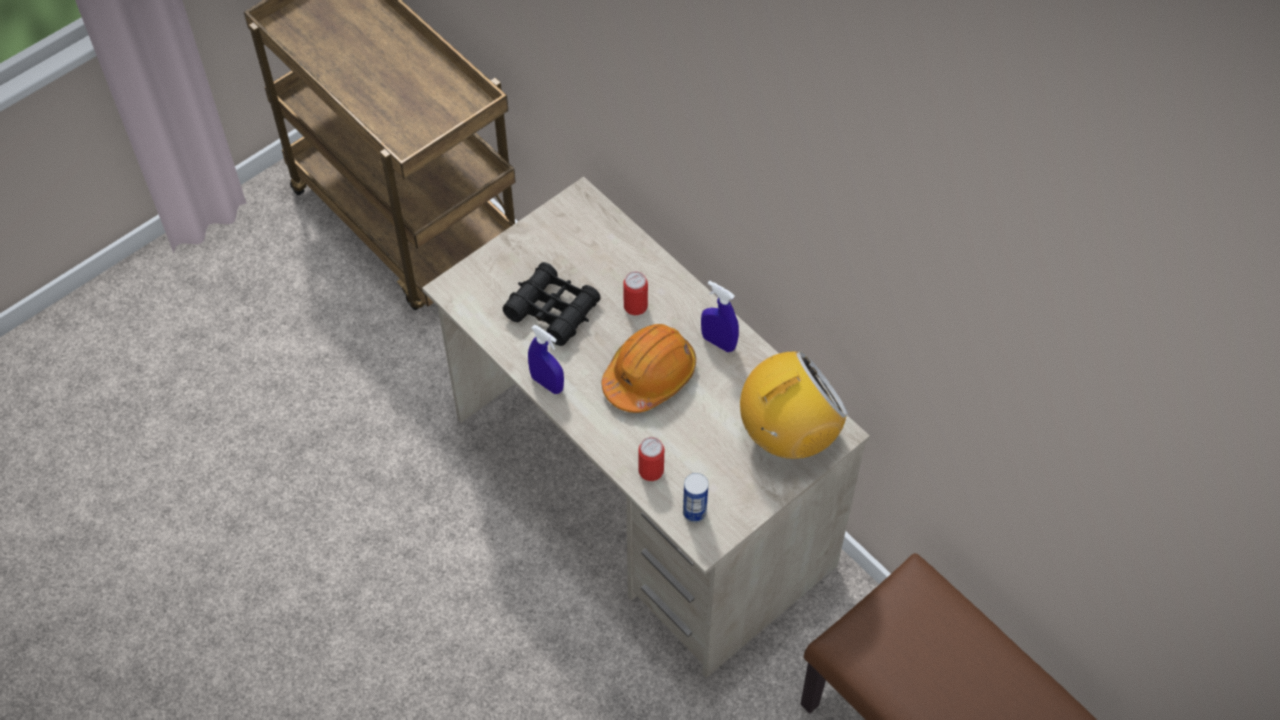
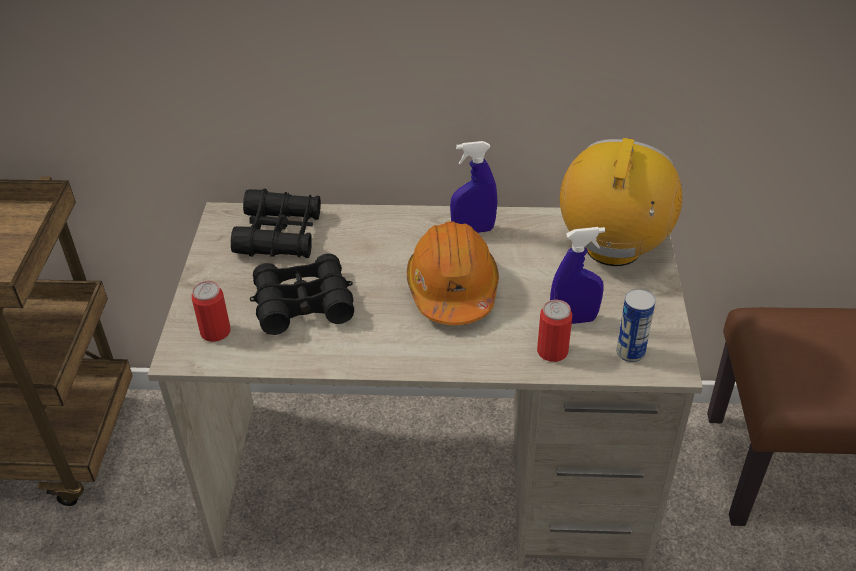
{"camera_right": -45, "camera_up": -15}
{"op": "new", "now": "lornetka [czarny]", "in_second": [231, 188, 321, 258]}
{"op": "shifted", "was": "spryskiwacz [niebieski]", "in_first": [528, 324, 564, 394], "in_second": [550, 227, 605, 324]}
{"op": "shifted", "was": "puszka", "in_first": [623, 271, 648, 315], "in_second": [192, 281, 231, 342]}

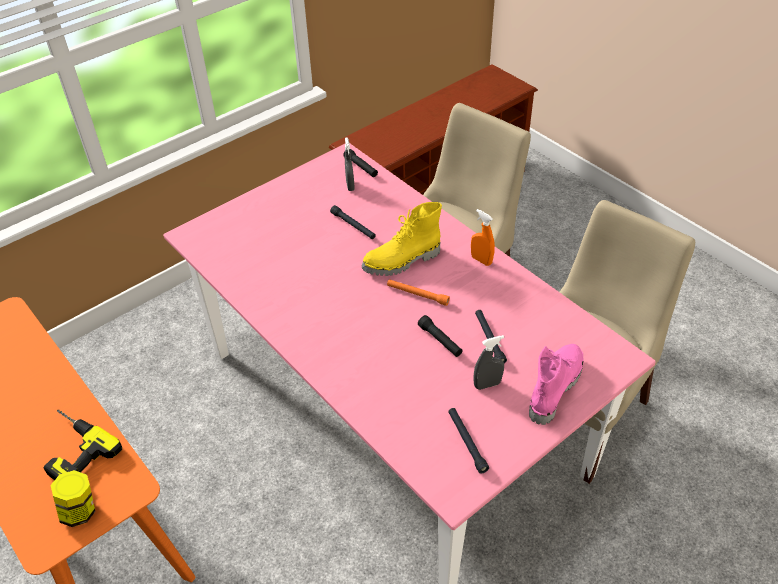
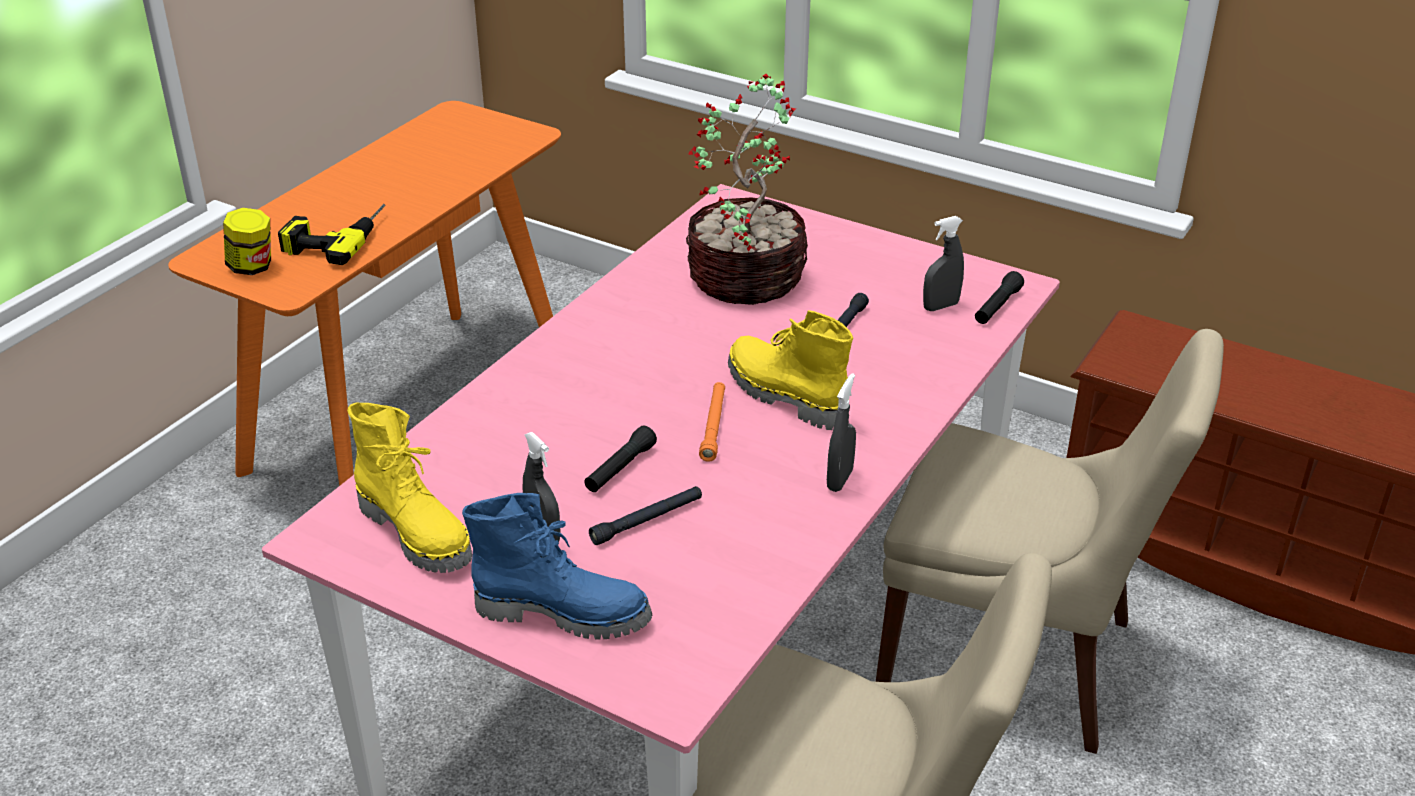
{"camera_right": 70, "camera_up": -10}
{"op": "new", "now": "roślina doniczkowa", "in_second": [686, 74, 808, 305]}
{"op": "swapped", "was": "latarka [czarny]", "now": "but z cholewką [żółty]", "in_first": [448, 408, 489, 474], "in_second": [347, 402, 472, 573]}
{"op": "repainted", "was": "spryskiwacz [pomarańczowy]", "now": "spryskiwacz [szary]", "in_first": [471, 209, 495, 266], "in_second": [827, 373, 856, 492]}
{"op": "repainted", "was": "but z cholewką [różowy]", "now": "but z cholewką [niebieski]", "in_first": [529, 344, 584, 425], "in_second": [462, 493, 652, 640]}

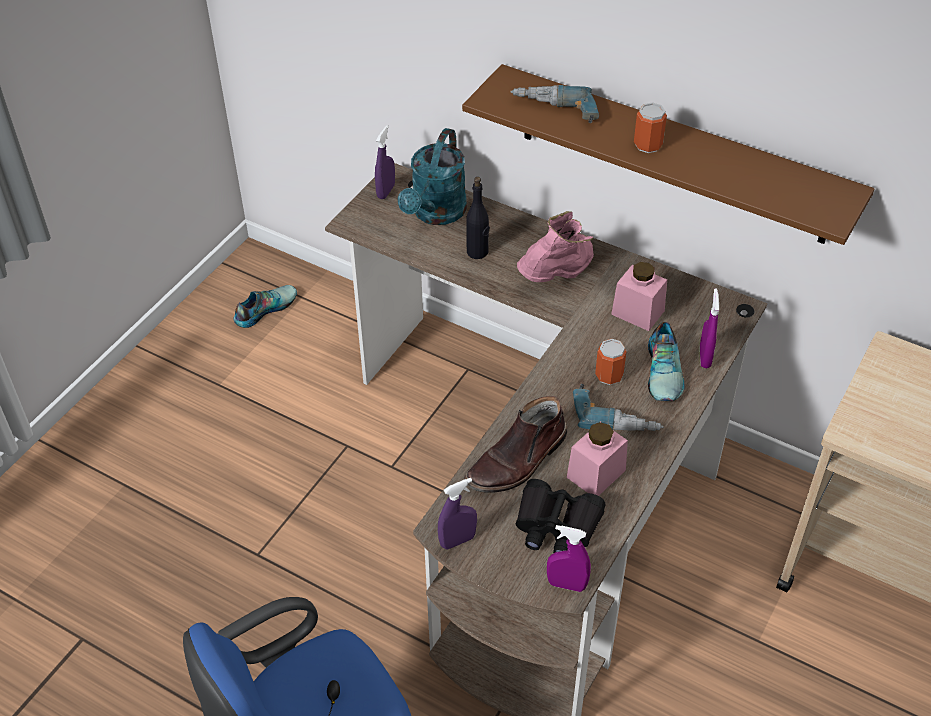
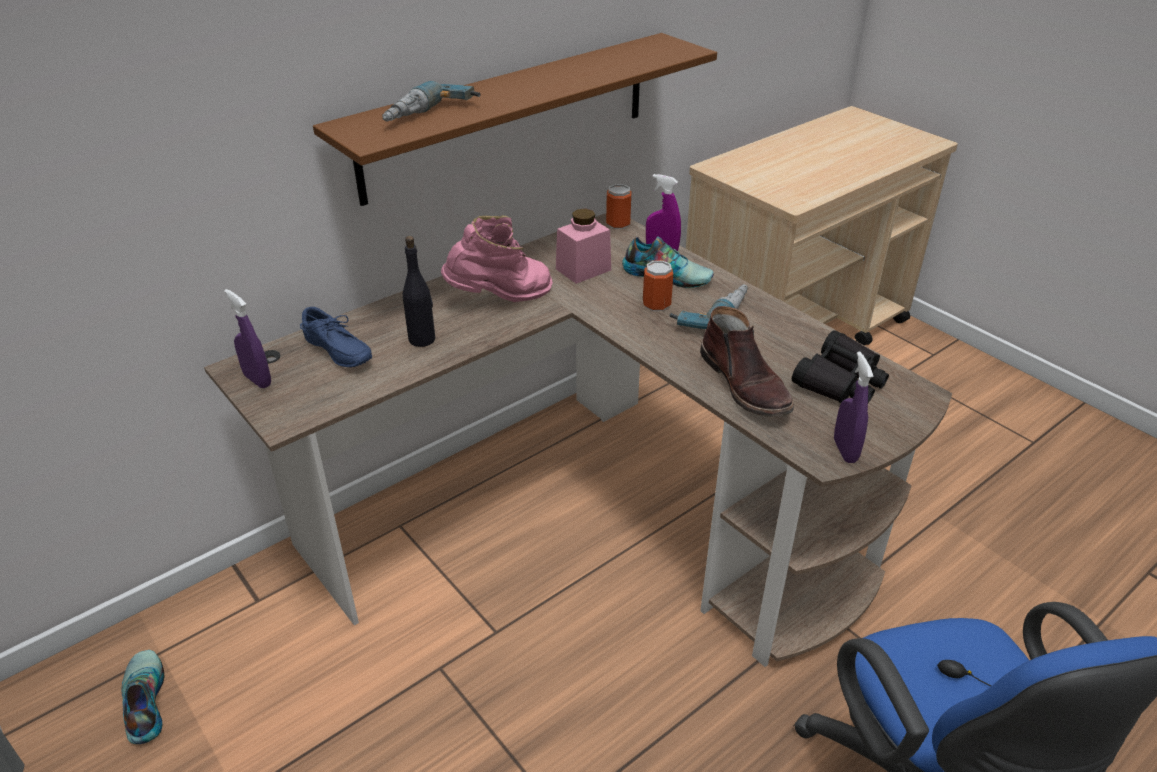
{"camera_right": -70, "camera_up": -10}
{"op": "gone", "was": "spryskiwacz [fioletowy]", "in_first": [547, 525, 591, 592]}
{"op": "gone", "was": "słoik [różowy]", "in_first": [567, 422, 628, 496]}
{"op": "shifted", "was": "puszka", "in_first": [634, 102, 667, 153], "in_second": [606, 184, 631, 229]}
{"op": "swapped", "was": "konewka [turkusowy]", "now": "but [niebieski]", "in_first": [398, 128, 467, 225], "in_second": [300, 307, 372, 368]}
{"op": "rotated", "was": "but z cholewką [różowy]", "in_first": [517, 211, 594, 282], "in_second": [441, 215, 553, 302], "clockwise": 90}

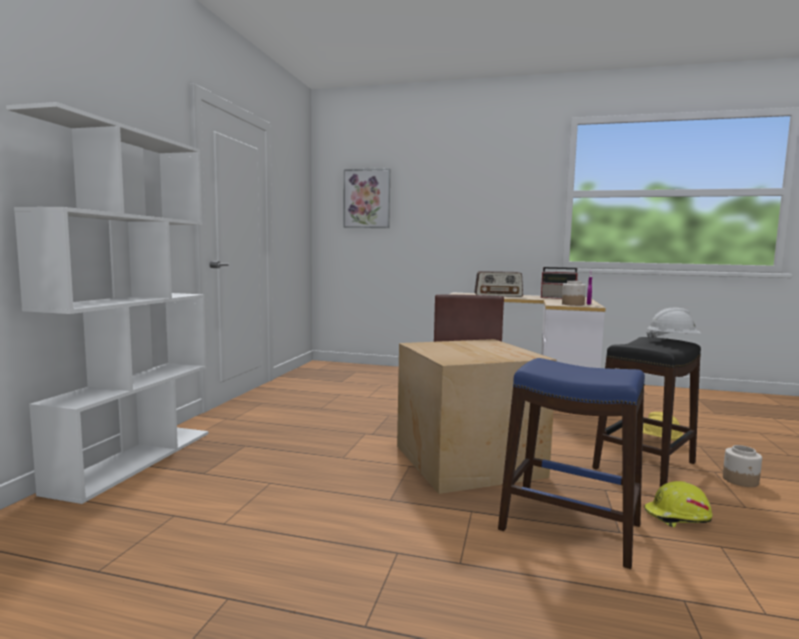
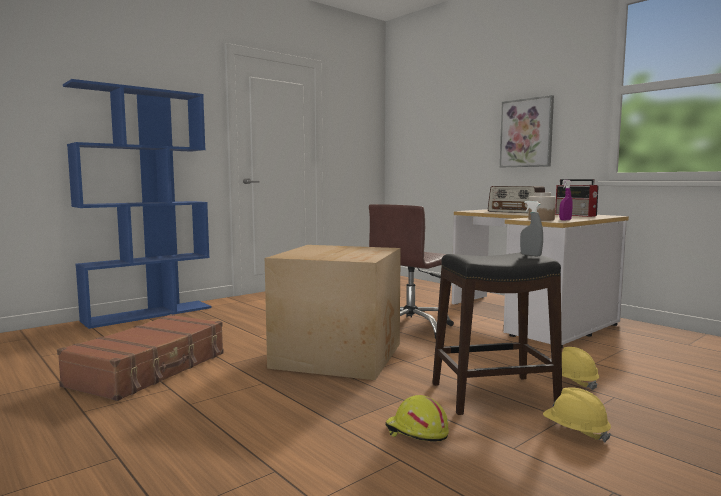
{"camera_right": 35, "camera_up": 0}
{"op": "gone", "was": "stołek [niebieski]", "in_first": [498, 358, 645, 569]}
{"op": "new", "now": "walizka [brązowy]", "in_second": [57, 314, 224, 401]}
{"op": "shifted", "was": "obraz", "in_first": [343, 168, 390, 228], "in_second": [500, 95, 554, 168]}
{"op": "swapped", "was": "kask [biały]", "now": "spryskiwacz [szary]", "in_first": [646, 308, 702, 340], "in_second": [520, 201, 543, 256]}
{"op": "swapped", "was": "słoik", "now": "kask [żółty]", "in_first": [723, 445, 762, 487], "in_second": [543, 387, 611, 442]}
{"op": "repainted", "was": "regał [biały]", "now": "regał [niebieski]", "in_first": [6, 102, 209, 504], "in_second": [63, 79, 211, 329]}

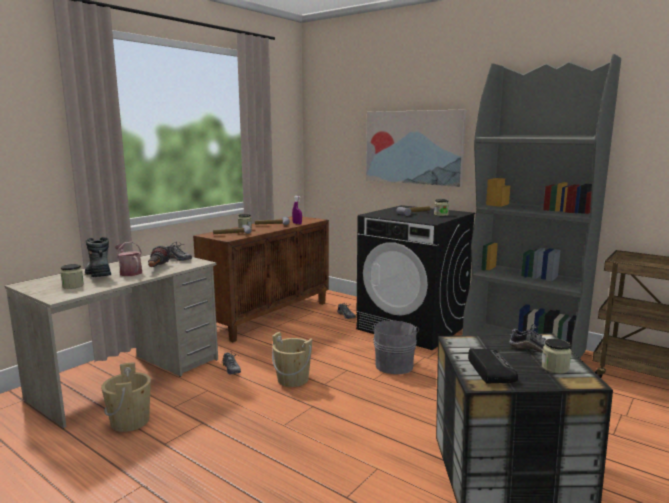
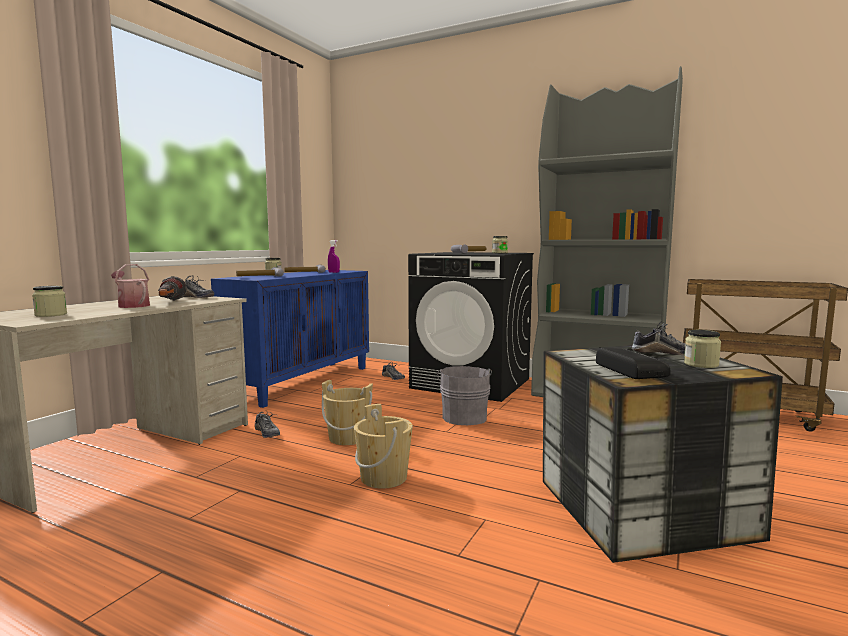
{"camera_right": -10, "camera_up": -5}
{"op": "gone", "was": "but z cholewką", "in_first": [85, 237, 111, 277]}
{"op": "gone", "was": "obraz", "in_first": [366, 109, 466, 187]}
{"op": "shifted", "was": "wiadro [beżowy]", "in_first": [101, 362, 151, 432], "in_second": [354, 404, 413, 489]}
{"op": "repainted", "was": "szafka [brązowy]", "now": "szafka [niebieski]", "in_first": [193, 216, 329, 342], "in_second": [211, 270, 369, 408]}

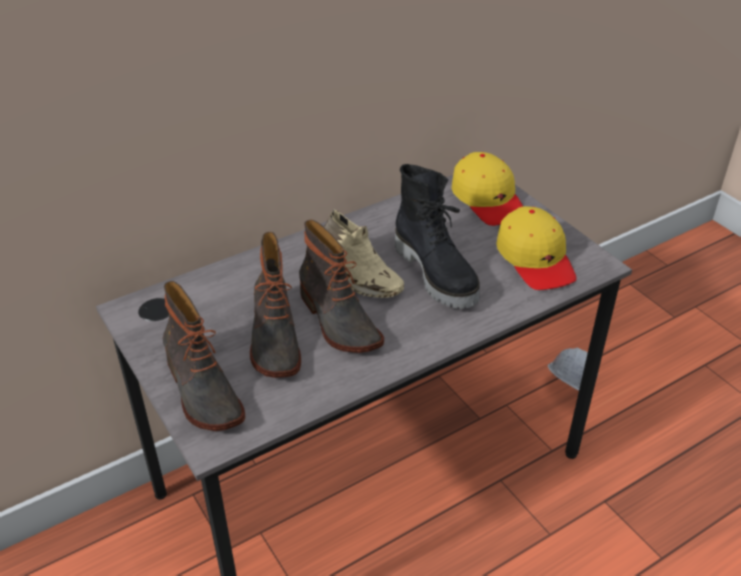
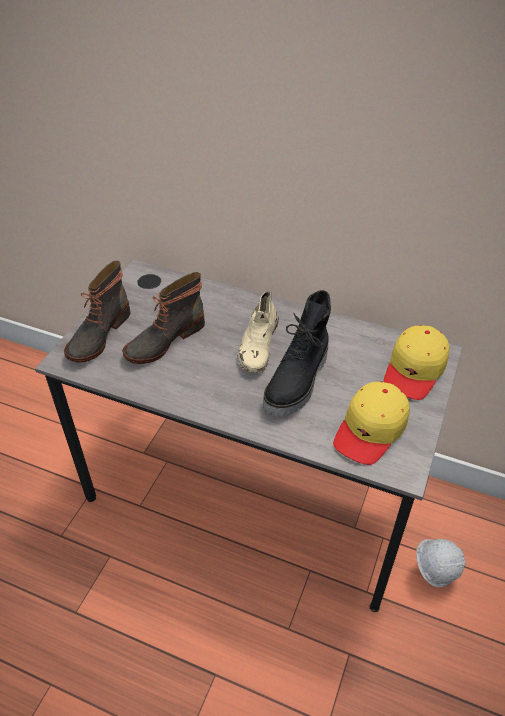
{"camera_right": 55, "camera_up": 5}
{"op": "gone", "was": "but z cholewką", "in_first": [299, 220, 384, 353]}

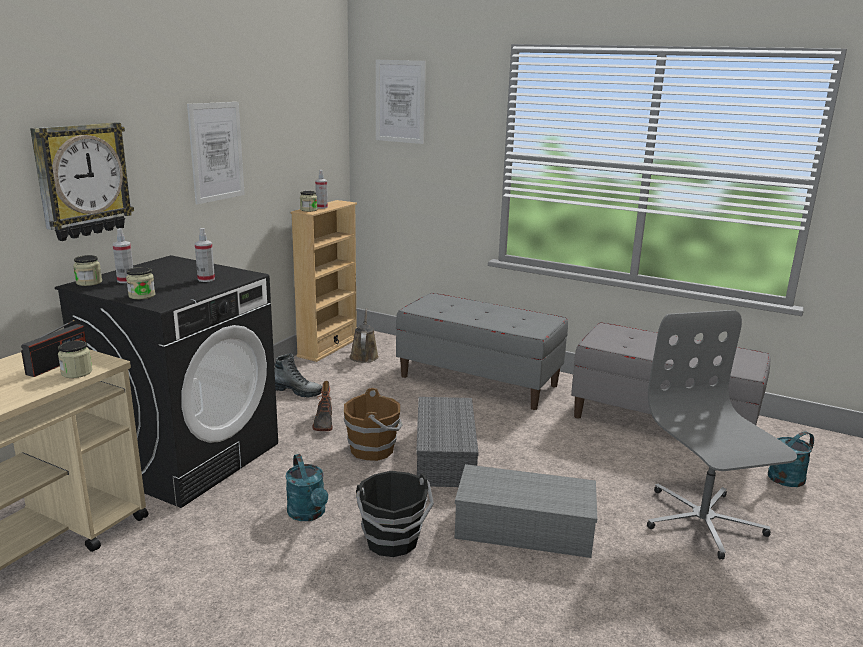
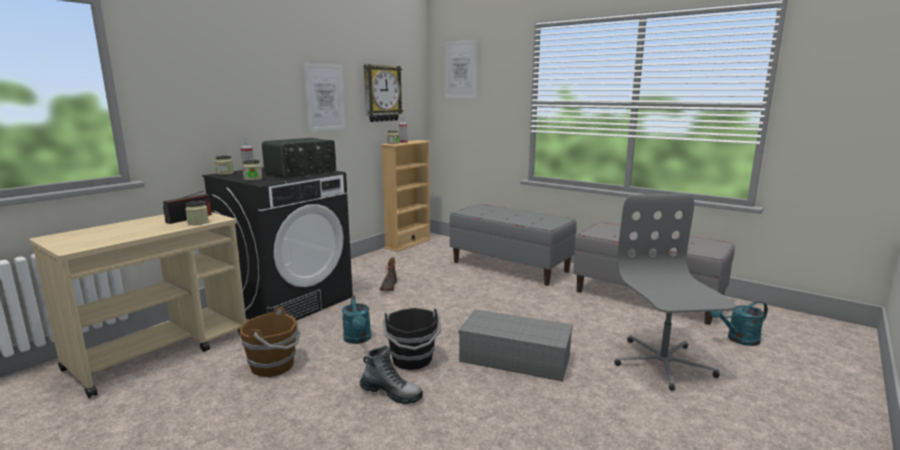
{"camera_right": 10, "camera_up": -5}
{"op": "gone", "was": "konewka [brązowy]", "in_first": [350, 308, 379, 363]}
{"op": "gone", "was": "pojemnik do przechowywania [szary]", "in_first": [416, 397, 479, 487]}
{"op": "shifted", "was": "zegar ścienny", "in_first": [30, 122, 134, 241], "in_second": [364, 64, 403, 122]}
{"op": "shifted", "was": "but z cholewką", "in_first": [274, 353, 322, 398], "in_second": [360, 345, 423, 404]}
{"op": "shifted", "was": "wiadro [brązowy]", "in_first": [344, 388, 403, 461], "in_second": [240, 307, 300, 377]}
{"op": "swapped", "was": "spryskiwacz", "now": "radio", "in_first": [195, 228, 215, 282], "in_second": [262, 138, 336, 179]}

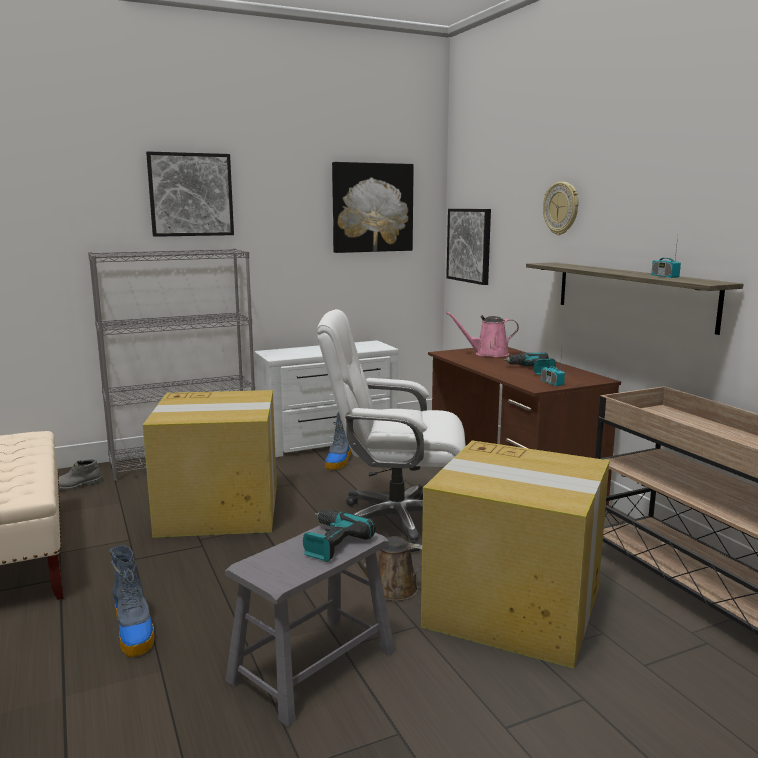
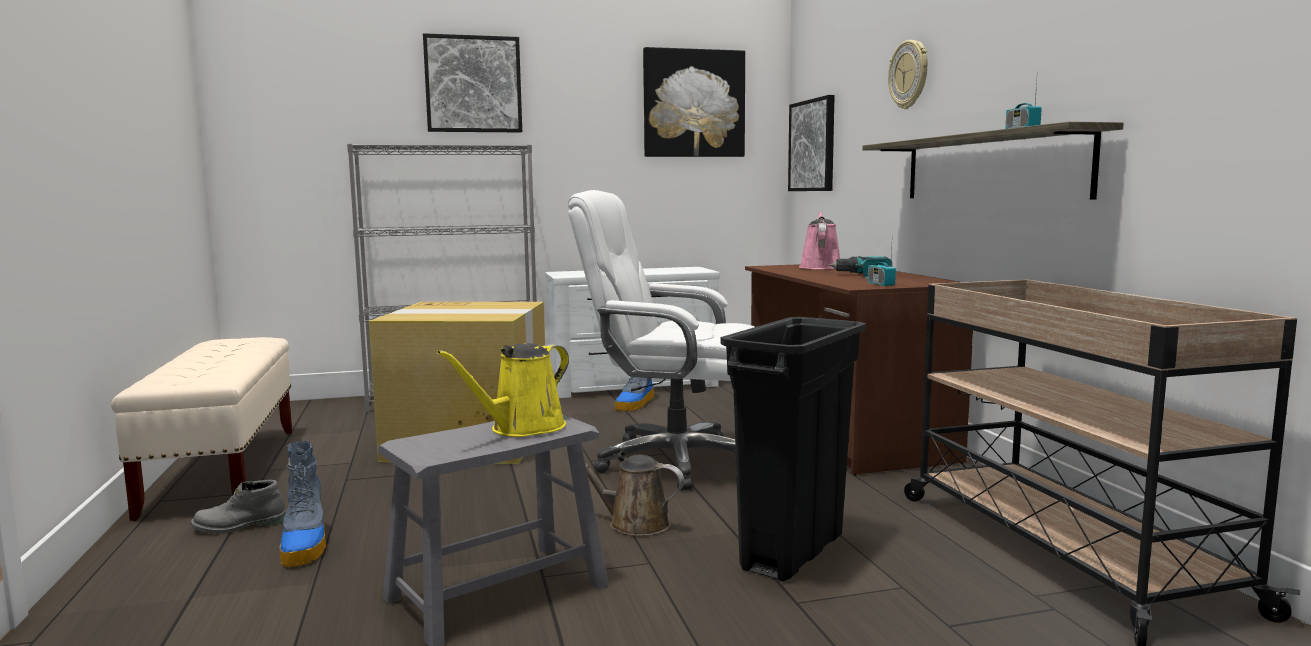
{"camera_right": 10, "camera_up": -5}
{"op": "shifted", "was": "but z cholewką [szary]", "in_first": [58, 459, 102, 490], "in_second": [191, 480, 286, 534]}
{"op": "swapped", "was": "wiertarka", "now": "konewka [żółty]", "in_first": [303, 509, 376, 562], "in_second": [437, 343, 569, 437]}
{"op": "swapped", "was": "karton", "now": "kosz na śmieci [czarny]", "in_first": [421, 440, 610, 669], "in_second": [721, 317, 866, 581]}
{"op": "rotated", "was": "konewka [różowy]", "in_first": [446, 312, 519, 357], "in_second": [799, 211, 840, 269], "clockwise": 90}

